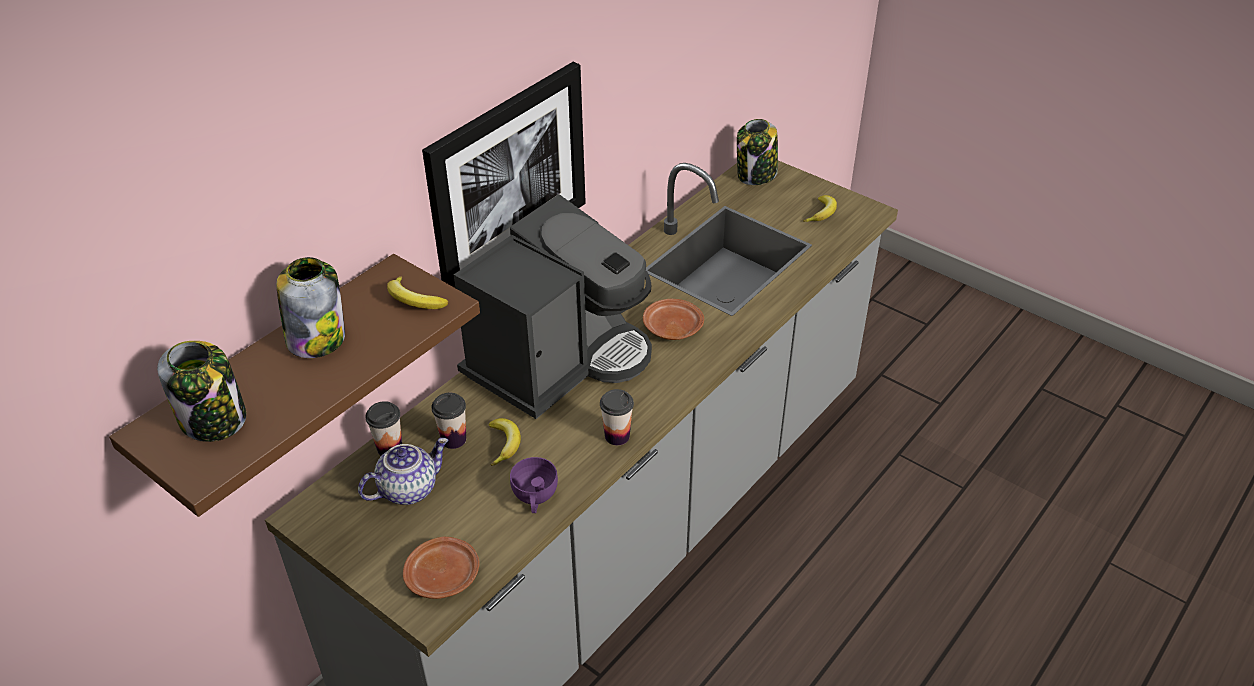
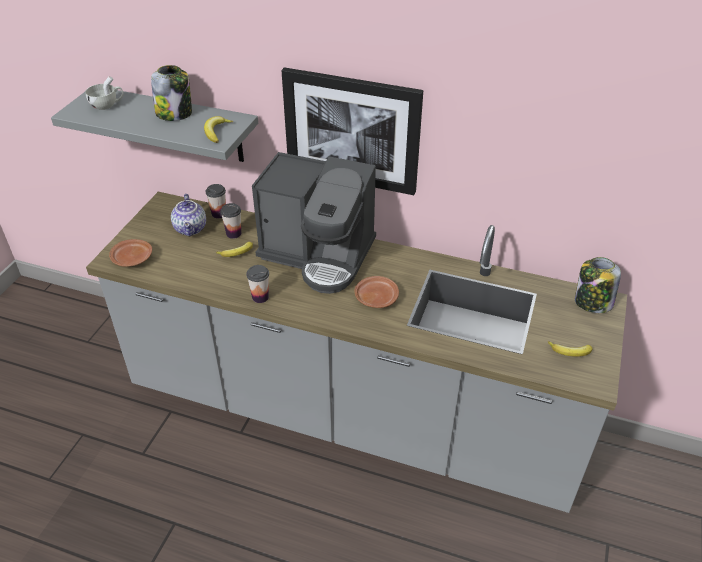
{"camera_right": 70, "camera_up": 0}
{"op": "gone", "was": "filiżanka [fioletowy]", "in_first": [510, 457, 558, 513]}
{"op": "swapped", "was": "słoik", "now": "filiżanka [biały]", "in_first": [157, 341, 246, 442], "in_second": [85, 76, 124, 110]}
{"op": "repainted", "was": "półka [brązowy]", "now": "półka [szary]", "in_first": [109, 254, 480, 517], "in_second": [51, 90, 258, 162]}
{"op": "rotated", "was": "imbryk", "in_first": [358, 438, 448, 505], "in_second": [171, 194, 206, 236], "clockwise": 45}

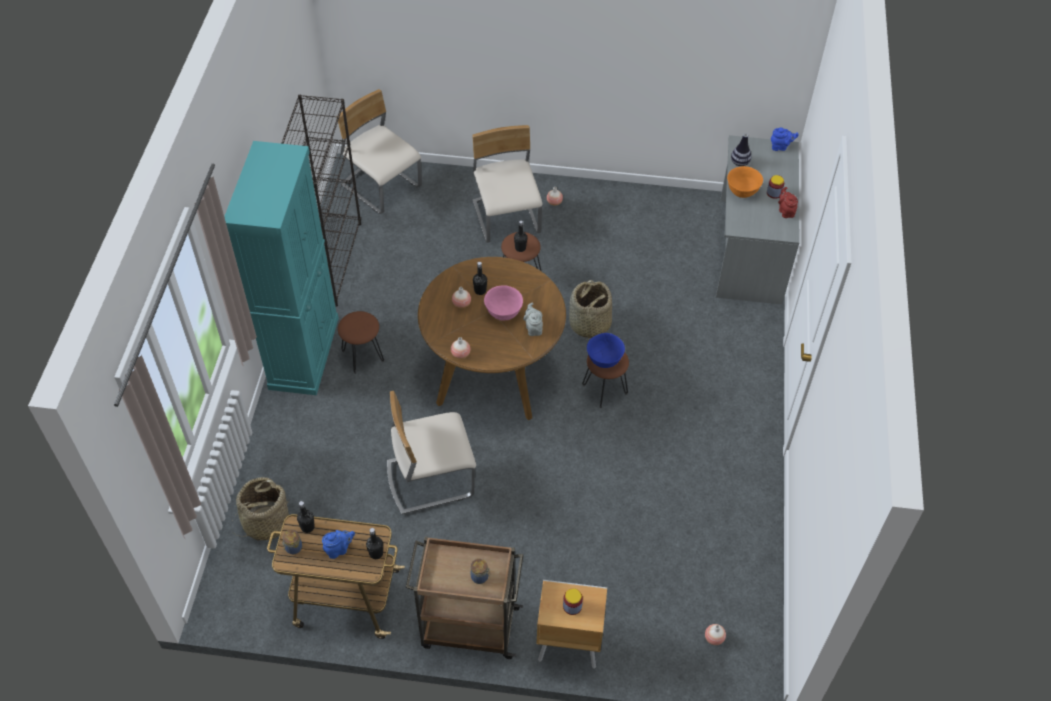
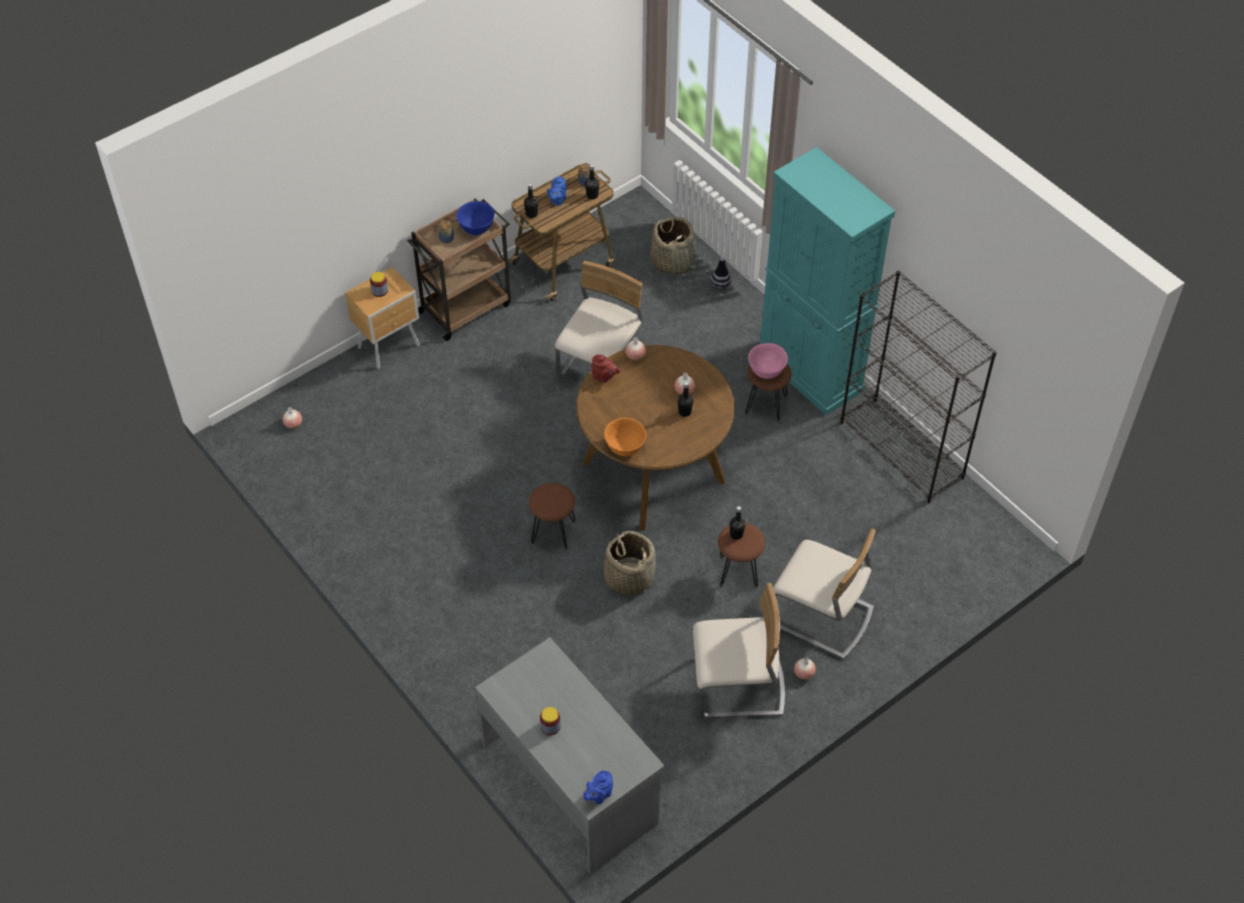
{"camera_right": 135, "camera_up": 0}
{"op": "gone", "was": "imbryk [szary]", "in_first": [523, 302, 543, 336]}
{"op": "shifted", "was": "krzesło [beżowy]", "in_first": [338, 89, 422, 214], "in_second": [693, 583, 785, 718]}
{"op": "shifted", "was": "miska [różowy]", "in_first": [484, 285, 523, 321], "in_second": [748, 343, 788, 379]}
{"op": "shifted", "was": "miska [niebieski]", "in_first": [587, 333, 625, 368], "in_second": [456, 201, 495, 235]}
{"op": "shifted", "was": "miska [pomarańczowy]", "in_first": [727, 166, 763, 198], "in_second": [604, 418, 646, 456]}
{"op": "shifted", "was": "wazon", "in_first": [731, 134, 752, 166], "in_second": [711, 257, 732, 289]}
{"op": "shifted", "was": "imbryk [czerwony]", "in_first": [778, 187, 798, 218], "in_second": [592, 355, 620, 383]}

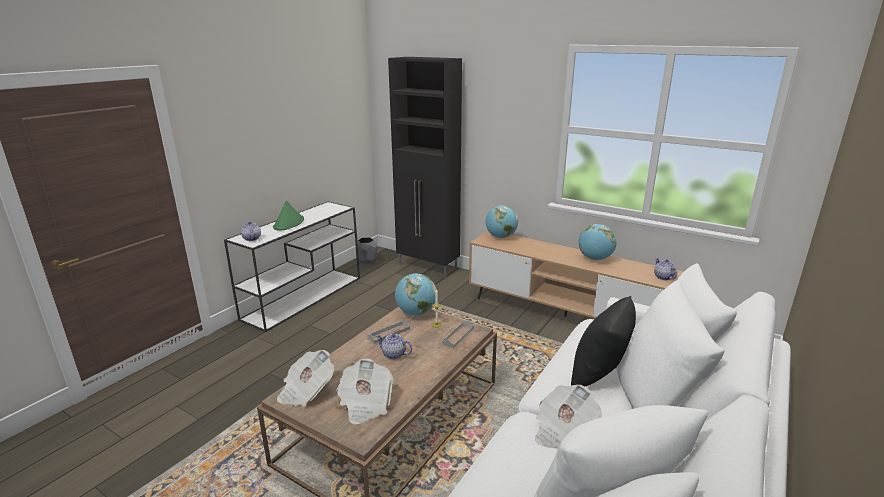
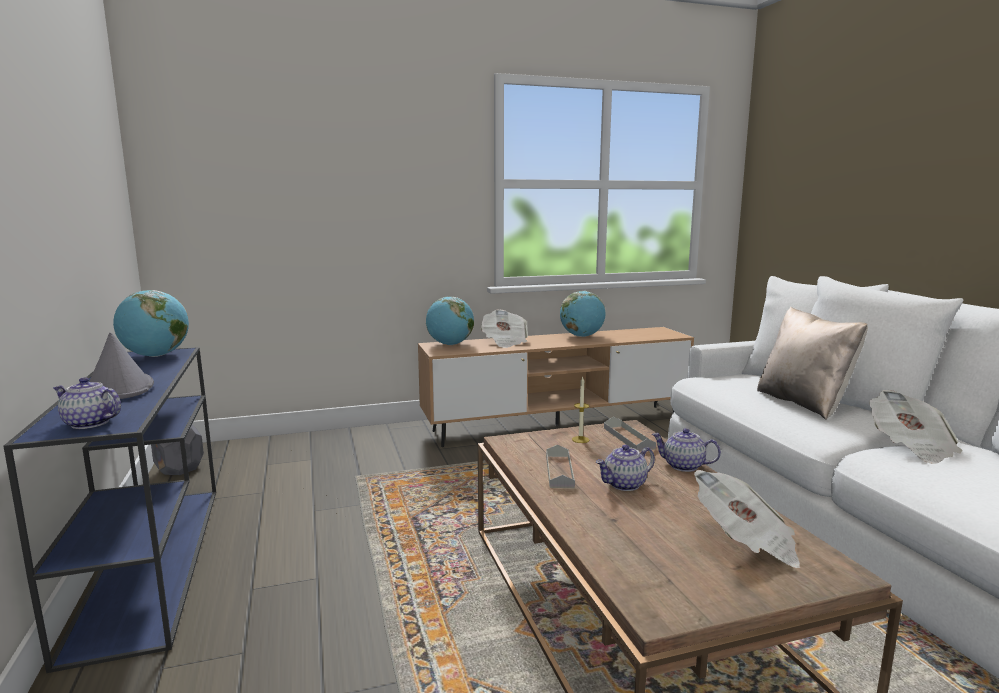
{"camera_right": -50, "camera_up": -10}
{"op": "gone", "was": "szafka [czarny]", "in_first": [388, 57, 462, 277]}
{"op": "shifted", "was": "gazeta", "in_first": [277, 350, 334, 407], "in_second": [481, 310, 528, 348]}
{"op": "shifted", "was": "globus", "in_first": [395, 273, 436, 316], "in_second": [113, 290, 189, 357]}
{"op": "shifted", "was": "imbryk", "in_first": [654, 258, 677, 280], "in_second": [652, 428, 721, 472]}
{"op": "repainted", "was": "stolik konsolowy [biały]", "now": "stolik konsolowy [niebieski]", "in_first": [224, 202, 360, 332], "in_second": [3, 347, 216, 673]}
{"op": "repainted", "was": "kapelusz [zielony]", "now": "kapelusz [szary]", "in_first": [273, 201, 304, 231], "in_second": [89, 332, 154, 399]}
{"op": "repainted", "was": "poduszka [czarny]", "now": "poduszka [beżowy]", "in_first": [571, 296, 636, 387], "in_second": [757, 307, 868, 420]}

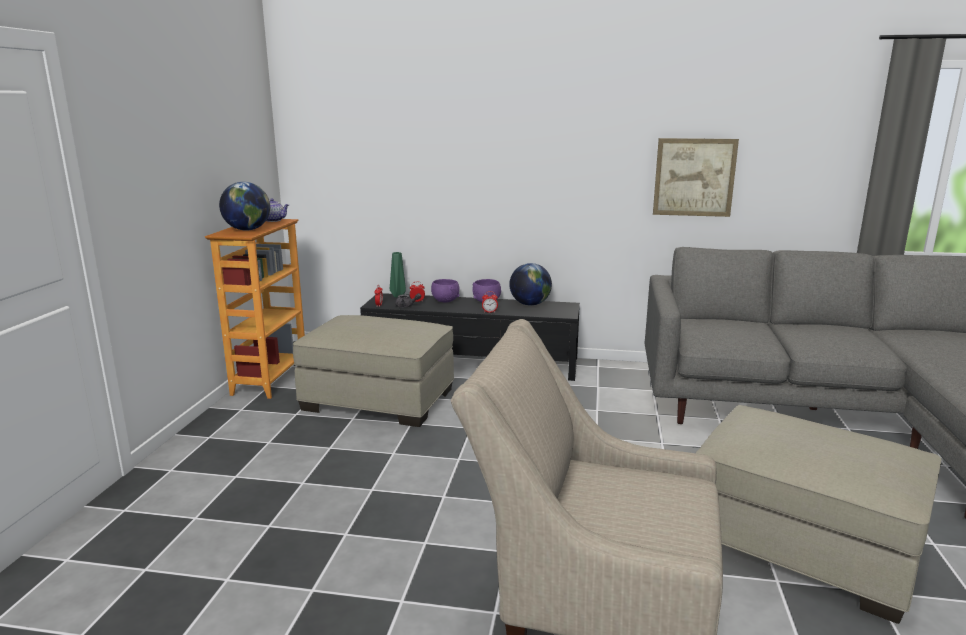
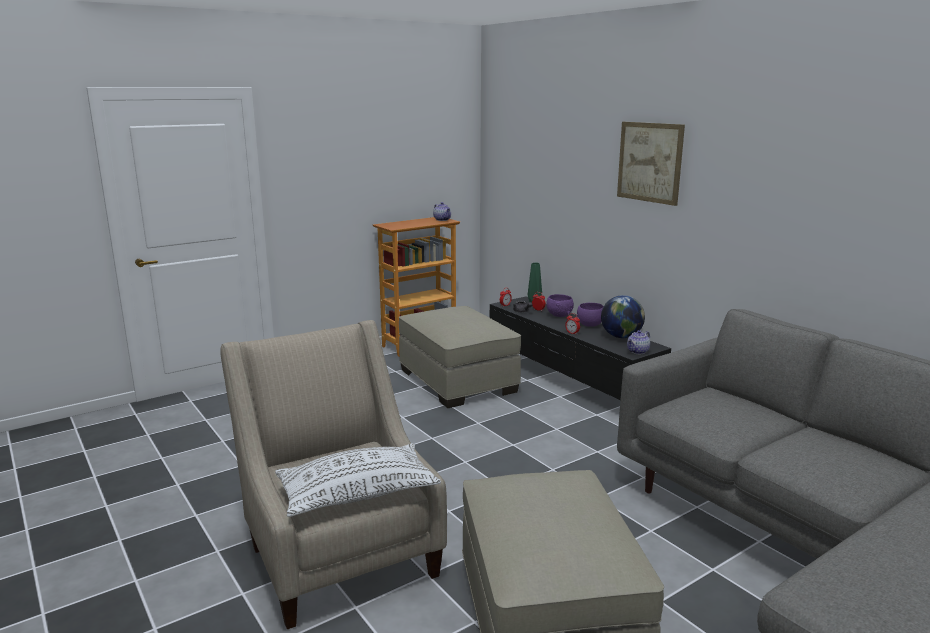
{"camera_right": 45, "camera_up": 0}
{"op": "gone", "was": "globus", "in_first": [219, 182, 270, 231]}
{"op": "new", "now": "poduszka [biały]", "in_second": [275, 443, 441, 517]}
{"op": "new", "now": "imbryk", "in_second": [627, 330, 650, 354]}
{"op": "shifted", "was": "obraz", "in_first": [653, 138, 739, 217], "in_second": [617, 122, 685, 206]}

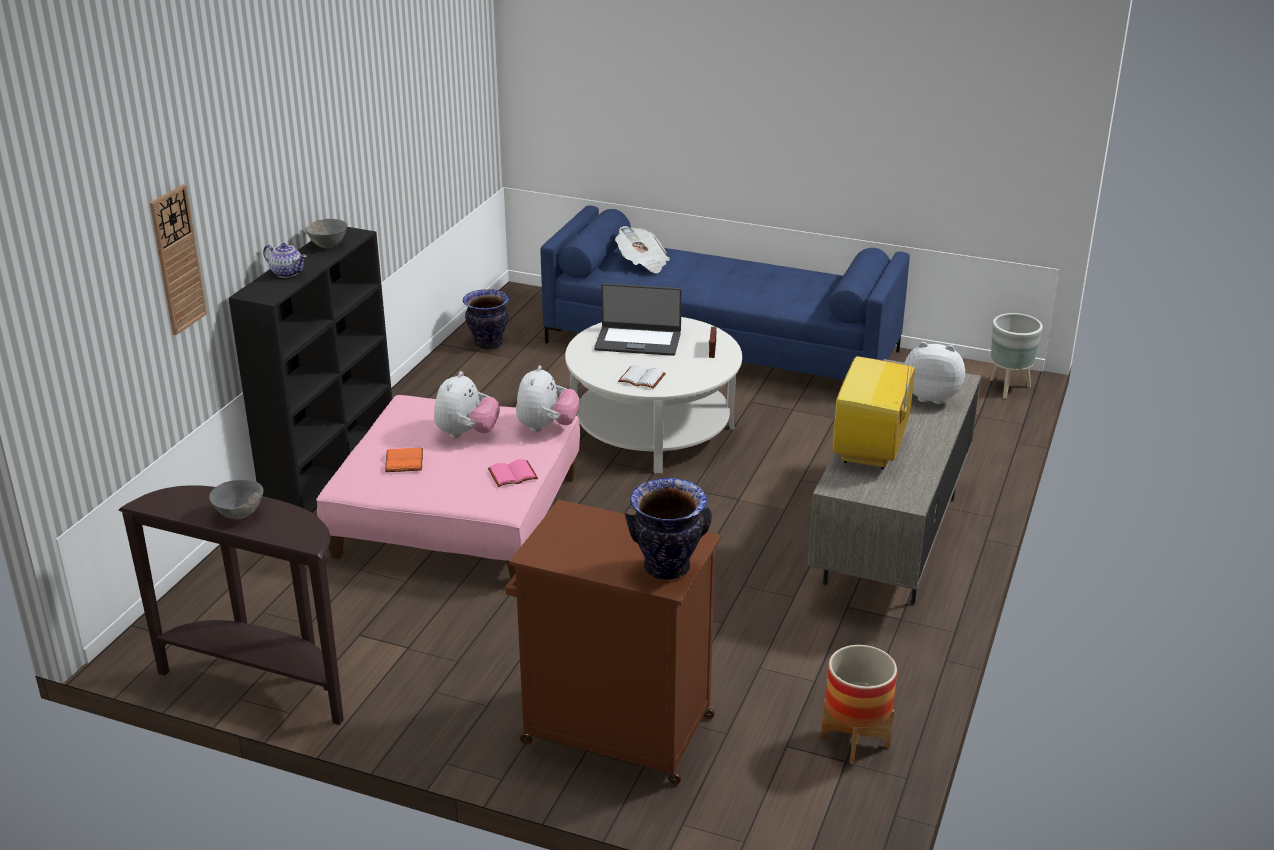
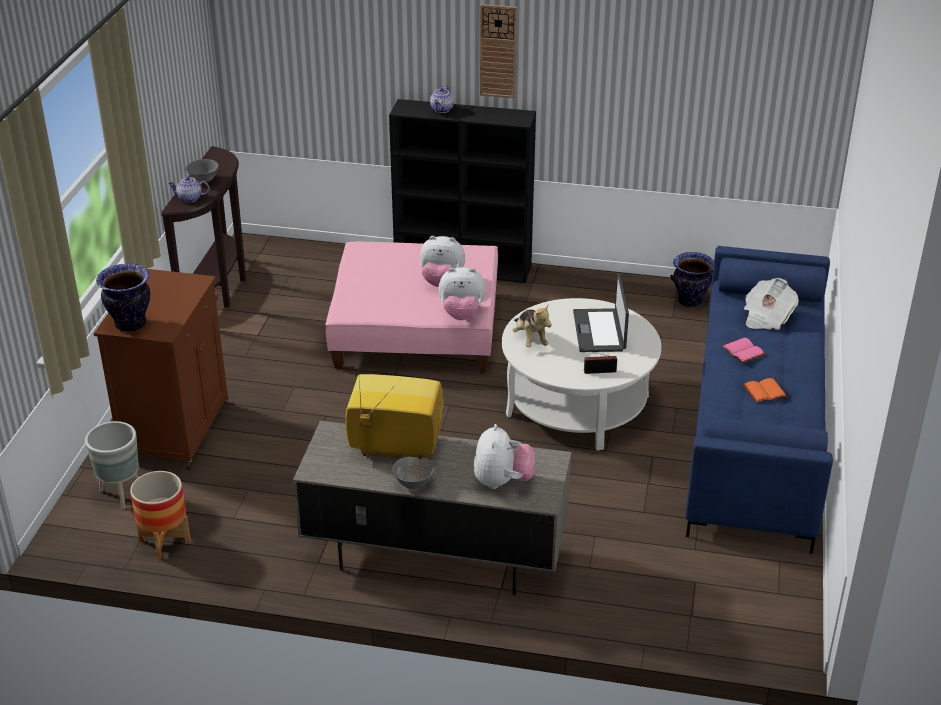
{"camera_right": 80, "camera_up": 5}
{"op": "new", "now": "imbryk", "in_second": [167, 176, 210, 203]}
{"op": "shifted", "was": "zegar ścienny", "in_first": [150, 184, 207, 335], "in_second": [480, 4, 517, 99]}
{"op": "shifted", "was": "miska [szary]", "in_first": [305, 219, 347, 248], "in_second": [392, 456, 435, 489]}
{"op": "shifted", "was": "książka [pomarańczowy]", "in_first": [385, 448, 423, 472], "in_second": [743, 378, 788, 403]}
{"op": "shifted", "was": "książka [różowy]", "in_first": [488, 459, 538, 487], "in_second": [721, 338, 766, 363]}
{"op": "shifted", "was": "donica [szary]", "in_first": [990, 313, 1043, 399], "in_second": [85, 421, 139, 509]}
{"op": "swapped", "was": "książka [biały]", "now": "pluszak", "in_first": [618, 365, 666, 389], "in_second": [513, 304, 552, 347]}

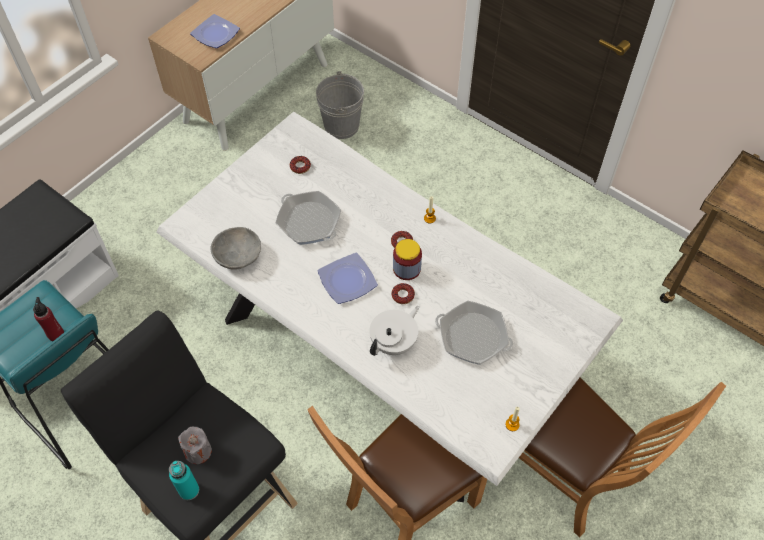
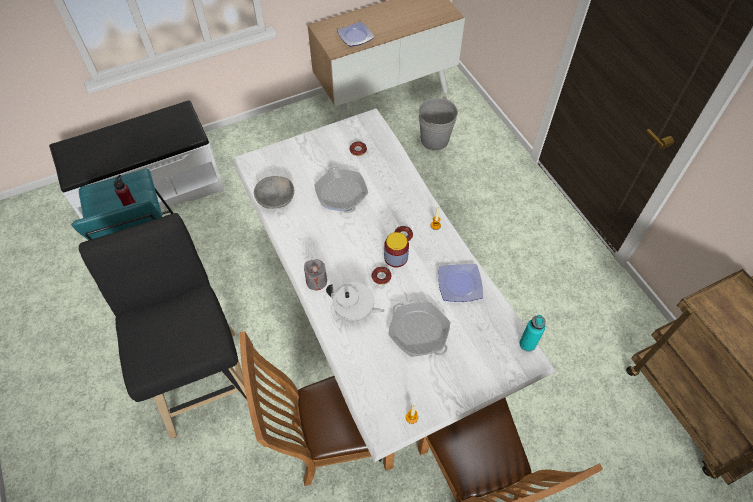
{"camera_right": 25, "camera_up": 0}
{"op": "shifted", "was": "butelka [turkusowy]", "in_first": [169, 461, 199, 500], "in_second": [519, 315, 546, 352]}
{"op": "shifted", "was": "świeca [szary]", "in_first": [178, 426, 212, 464], "in_second": [304, 259, 327, 290]}
{"op": "shifted", "was": "talerz", "in_first": [318, 253, 378, 304], "in_second": [438, 264, 483, 302]}
{"op": "rotated", "was": "imbryk [biały]", "in_first": [369, 306, 419, 356], "in_second": [326, 282, 384, 321], "clockwise": 45}

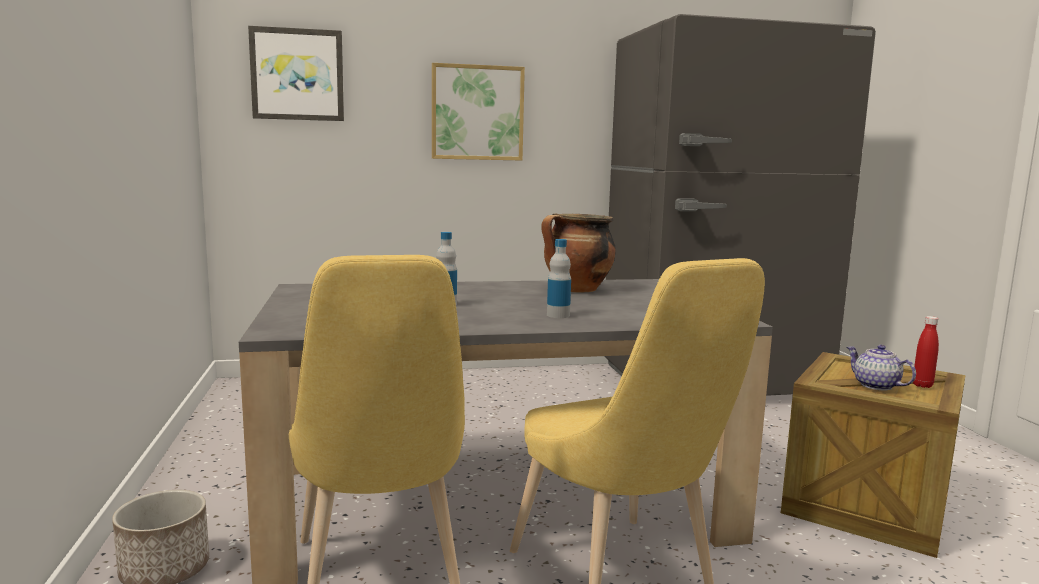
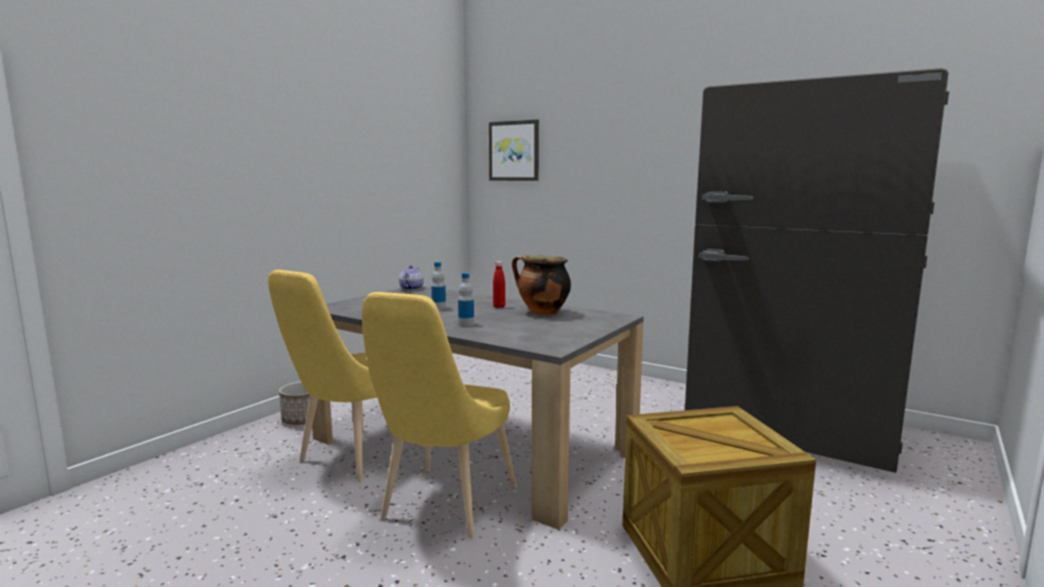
{"camera_right": 45, "camera_up": 0}
{"op": "gone", "was": "obraz", "in_first": [432, 63, 525, 161]}
{"op": "shifted", "was": "imbryk", "in_first": [847, 345, 916, 391], "in_second": [399, 265, 424, 290]}
{"op": "shifted", "was": "butelka [czerwony]", "in_first": [913, 316, 939, 388], "in_second": [493, 261, 505, 308]}

